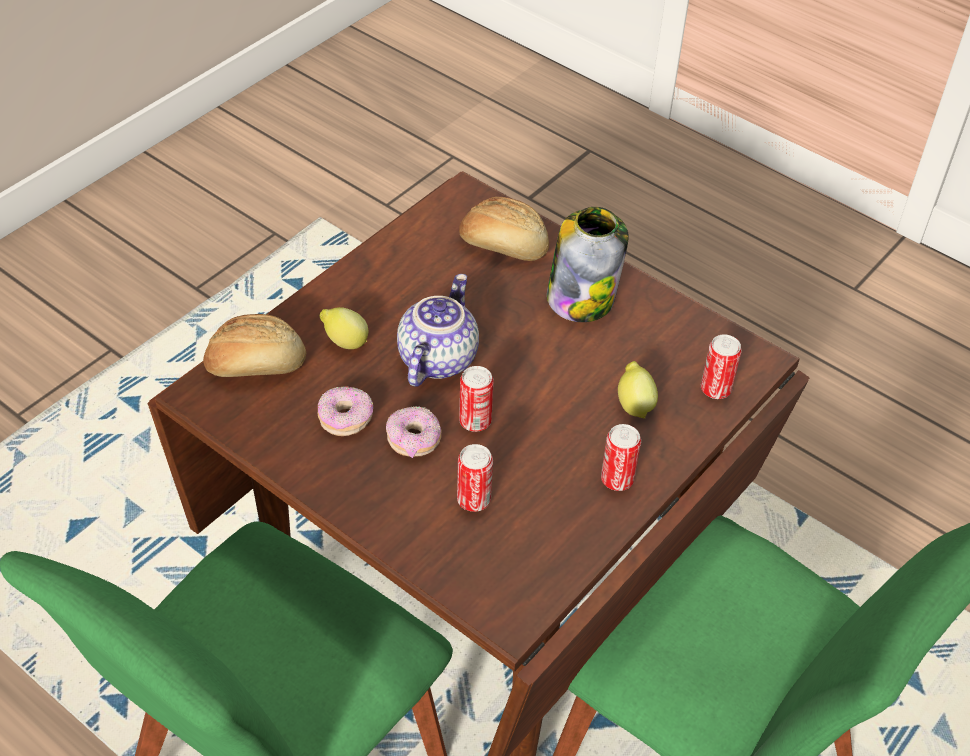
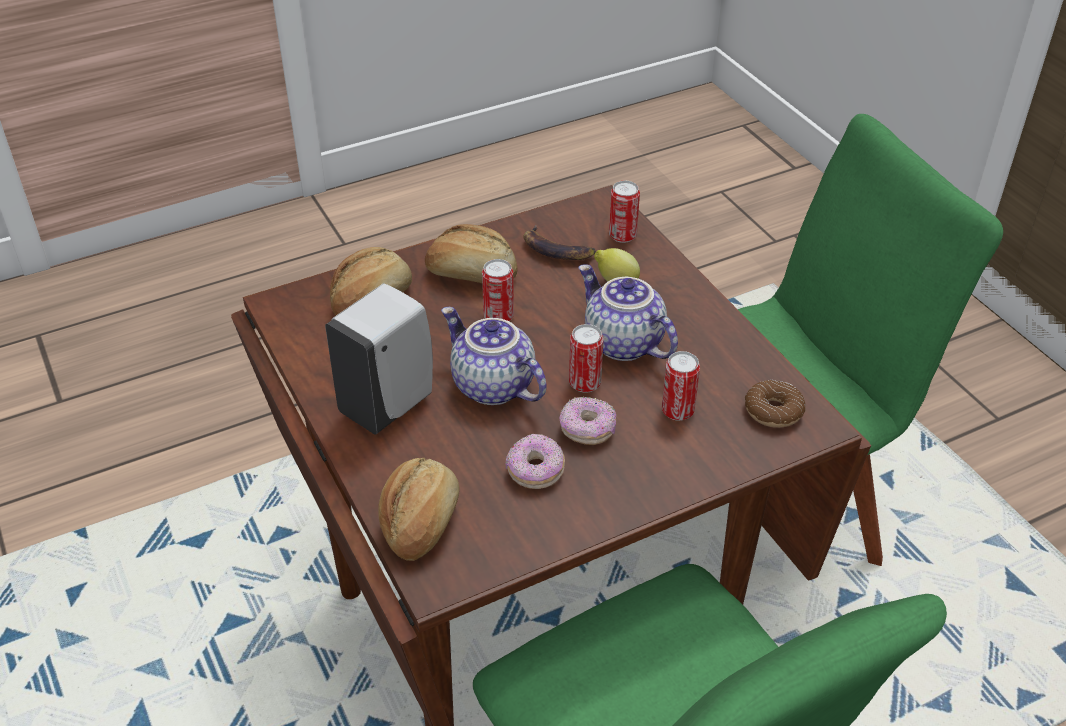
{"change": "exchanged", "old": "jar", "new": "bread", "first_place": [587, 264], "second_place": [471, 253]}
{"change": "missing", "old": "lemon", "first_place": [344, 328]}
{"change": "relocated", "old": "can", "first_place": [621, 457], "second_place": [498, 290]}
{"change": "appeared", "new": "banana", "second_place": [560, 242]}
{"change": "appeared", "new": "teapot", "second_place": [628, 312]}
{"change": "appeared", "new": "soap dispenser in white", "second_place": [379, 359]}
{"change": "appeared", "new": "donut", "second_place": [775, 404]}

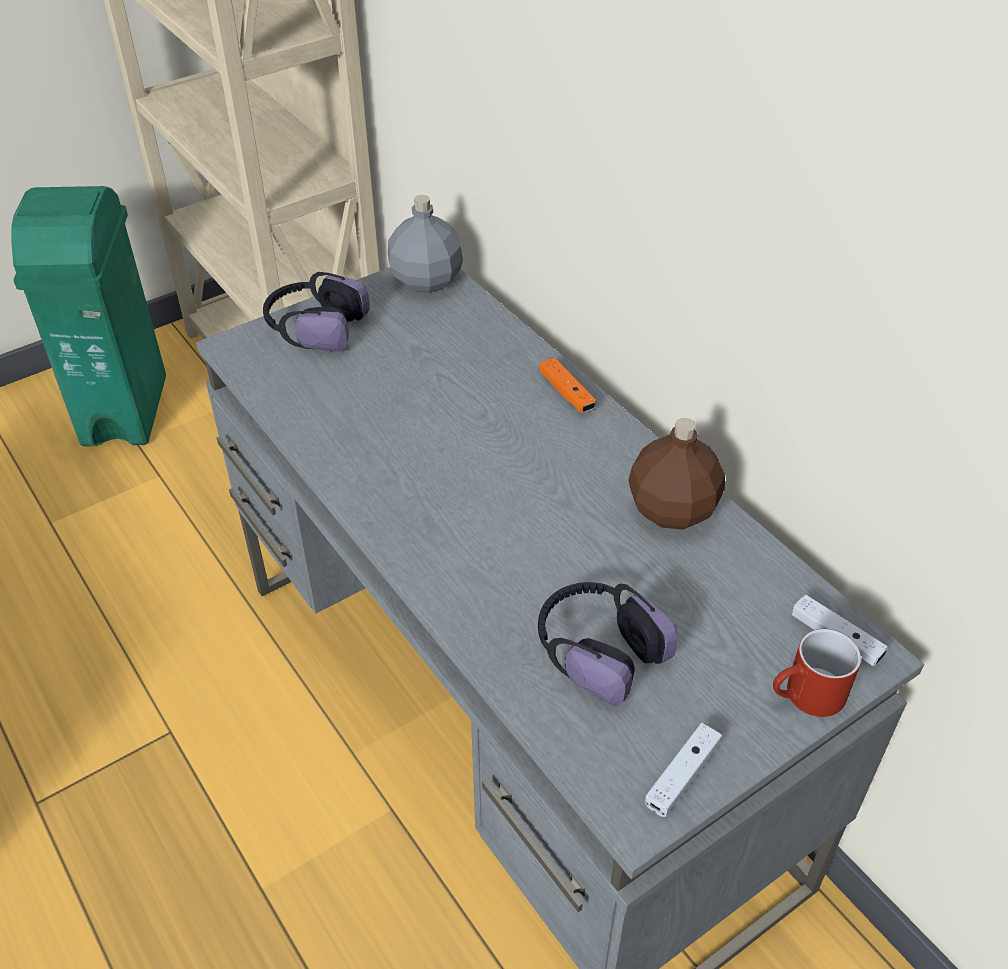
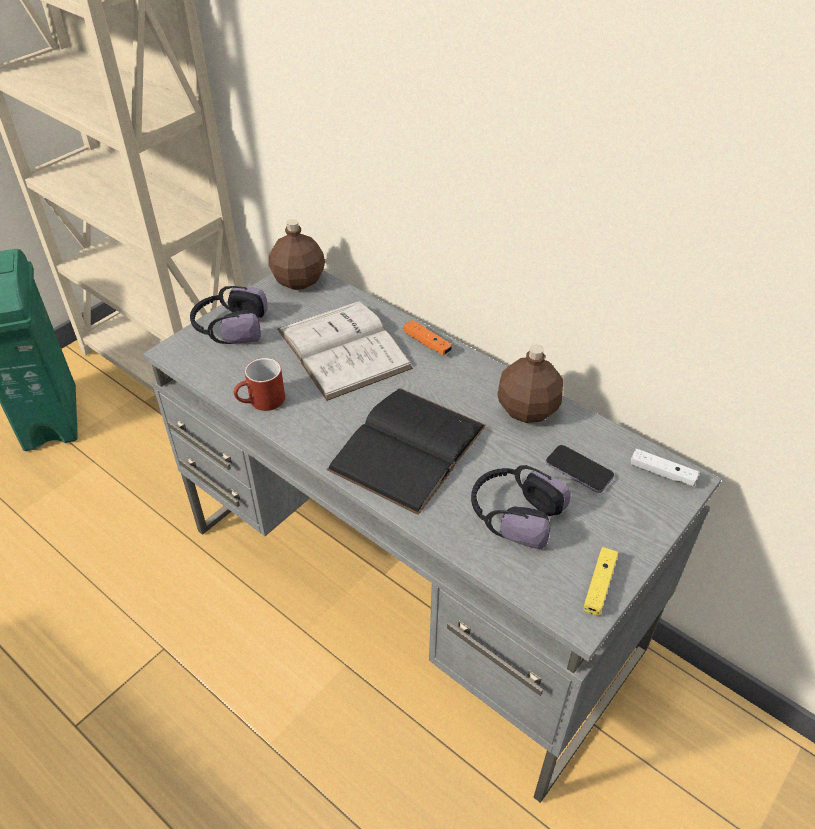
{"change": "colour", "old": "bottle in grey", "new": "bottle in brown", "first_place": [425, 244], "second_place": [297, 254]}
{"change": "relocated", "old": "mug in red", "first_place": [817, 673], "second_place": [259, 384]}
{"change": "colour", "old": "game controller in white", "new": "game controller in yellow", "first_place": [683, 770], "second_place": [600, 581]}
{"change": "appeared", "new": "book in white", "second_place": [345, 351]}
{"change": "appeared", "new": "book in black", "second_place": [406, 451]}
{"change": "appeared", "new": "phone", "second_place": [580, 469]}

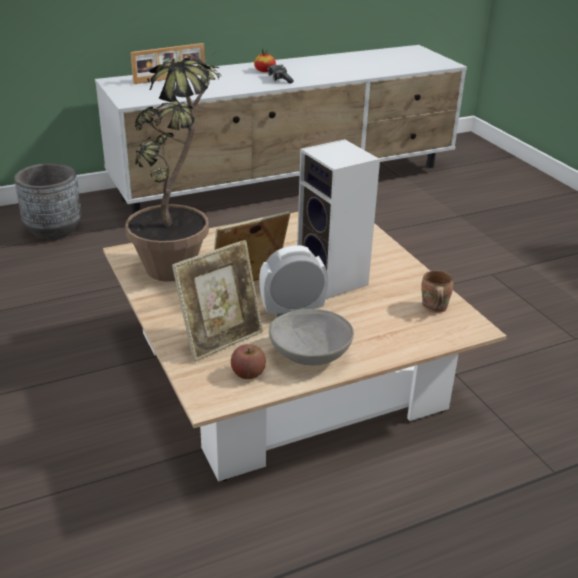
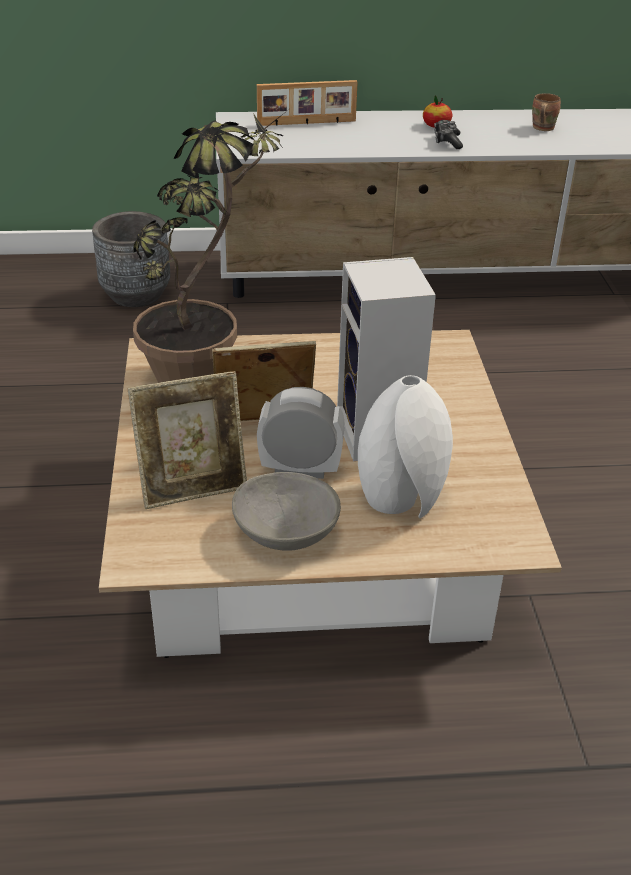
{"change": "relocated", "old": "mug in brown", "first_place": [437, 291], "second_place": [546, 112]}
{"change": "missing", "old": "apple", "first_place": [248, 361]}
{"change": "appeared", "new": "vase in white", "second_place": [405, 446]}

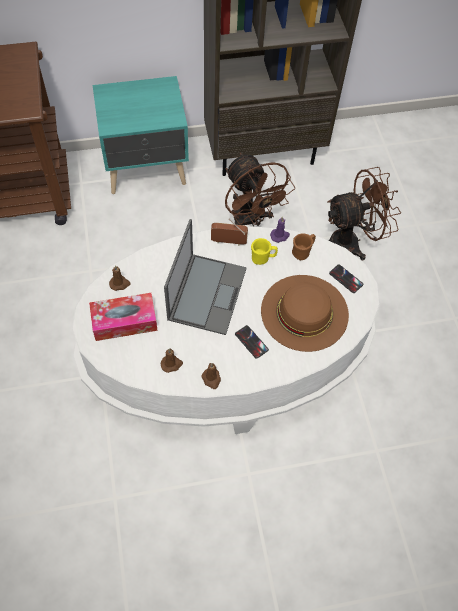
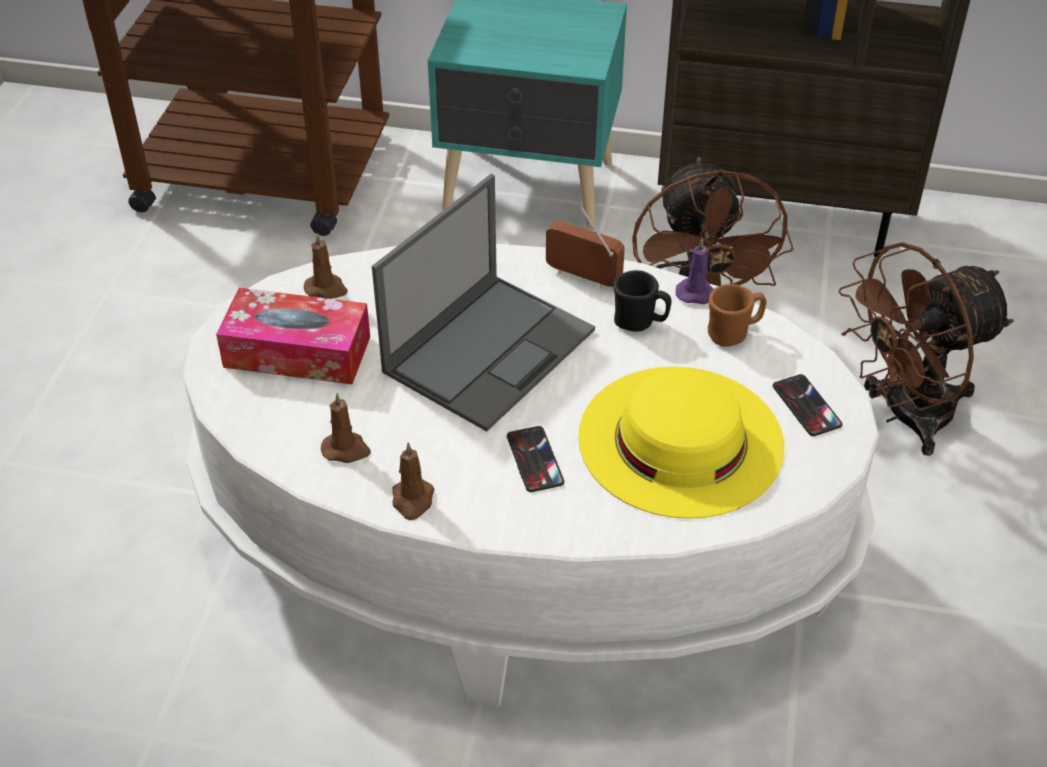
{"change": "spun", "old": "fan in brown", "first_place": [364, 213], "second_place": [926, 349], "degrees": 150}
{"change": "colour", "old": "mug in yellow", "new": "mug in black", "first_place": [264, 251], "second_place": [642, 301]}
{"change": "colour", "old": "hat in brown", "new": "hat in yellow", "first_place": [305, 313], "second_place": [681, 443]}

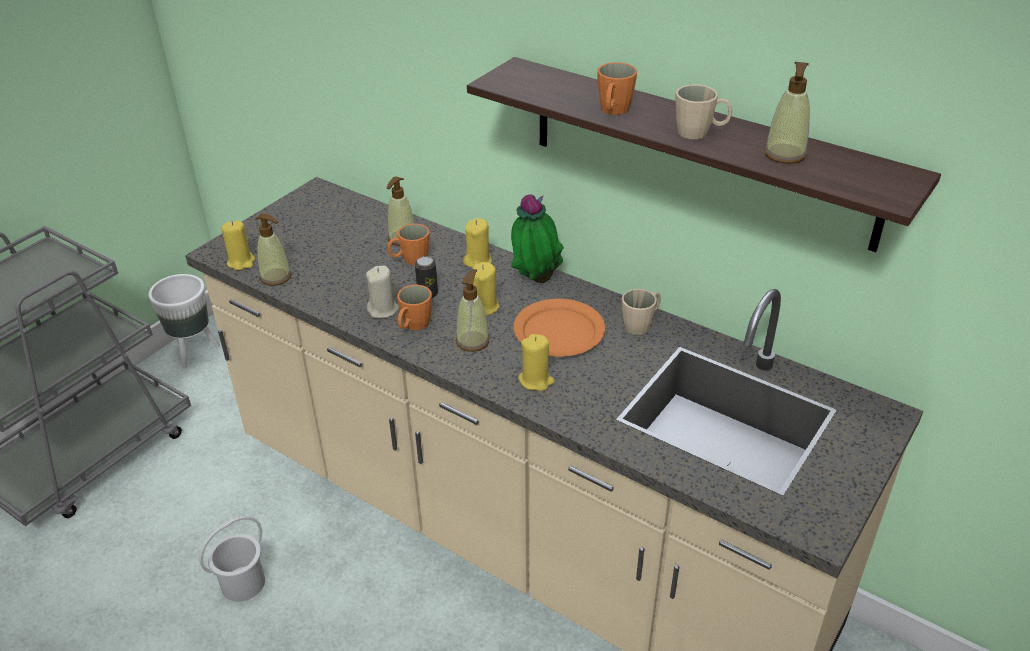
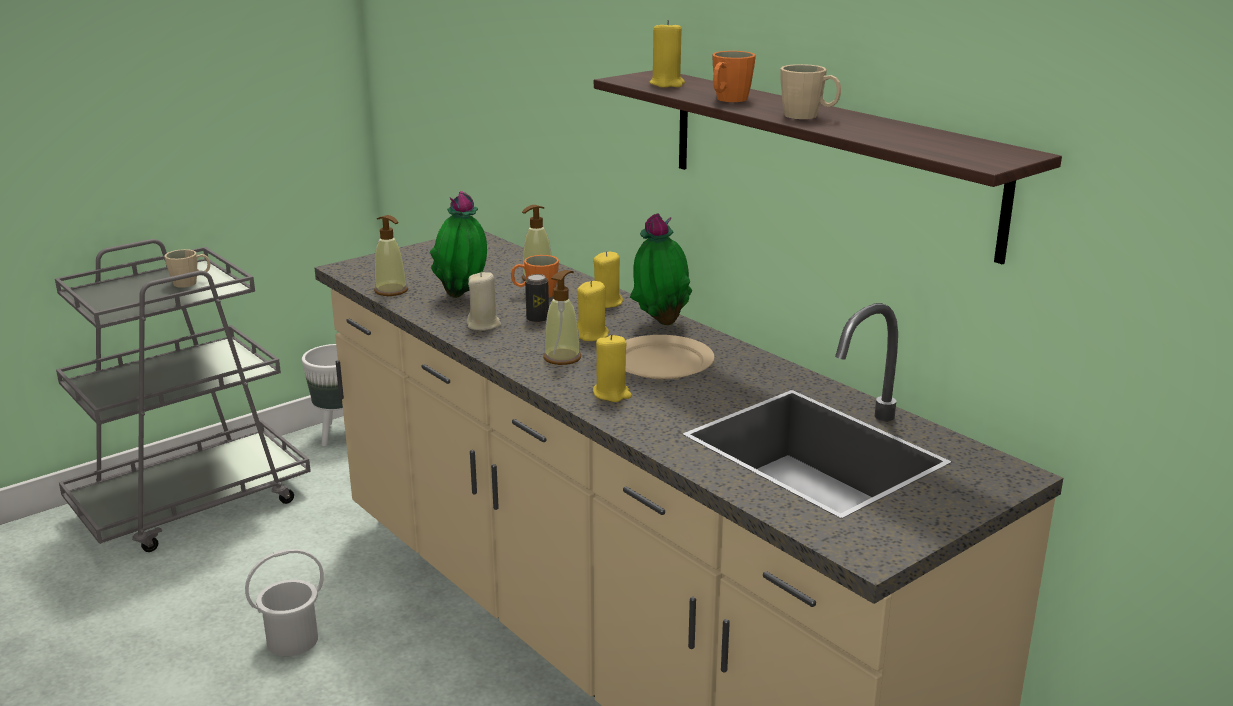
{"change": "missing", "old": "soap dispenser", "first_place": [787, 113]}
{"change": "relocated", "old": "candle in yellow", "first_place": [238, 245], "second_place": [667, 53]}
{"change": "missing", "old": "mug in orange", "first_place": [414, 307]}
{"change": "relocated", "old": "mug in beige", "first_place": [641, 312], "second_place": [187, 268]}
{"change": "colour", "old": "plate in orange", "new": "plate in beige", "first_place": [559, 328], "second_place": [670, 357]}
{"change": "appeared", "new": "potted plant", "second_place": [458, 244]}

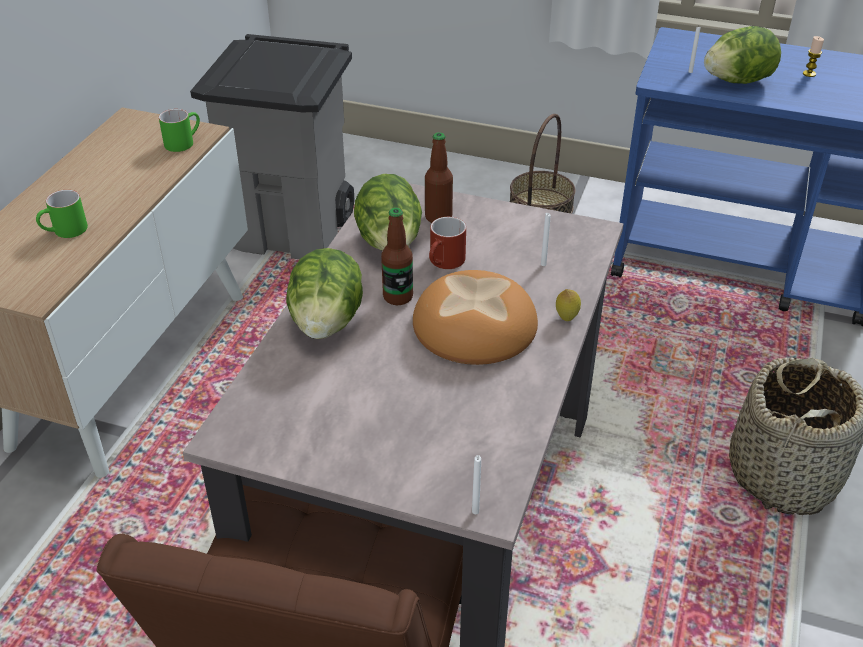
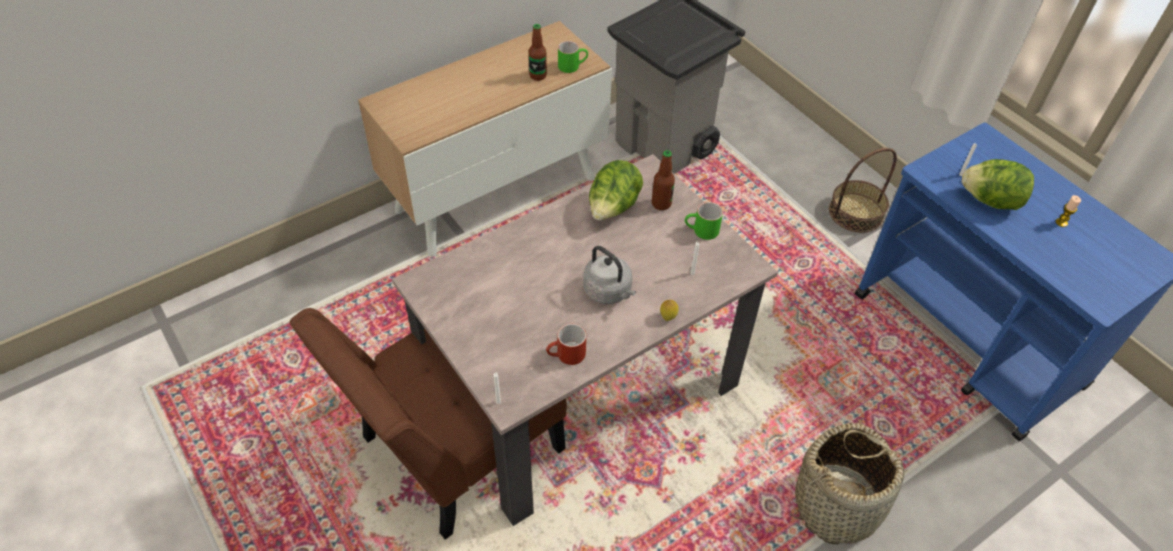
{"change": "relocated", "old": "mug in green", "first_place": [62, 214], "second_place": [704, 221]}
{"change": "relocated", "old": "bottle", "first_place": [397, 256], "second_place": [538, 52]}
{"change": "relocated", "old": "mug in red", "first_place": [447, 243], "second_place": [566, 344]}
{"change": "missing", "old": "lettuce", "first_place": [324, 293]}
{"change": "exchanged", "old": "bread", "new": "kettle in grey", "first_place": [475, 317], "second_place": [609, 275]}

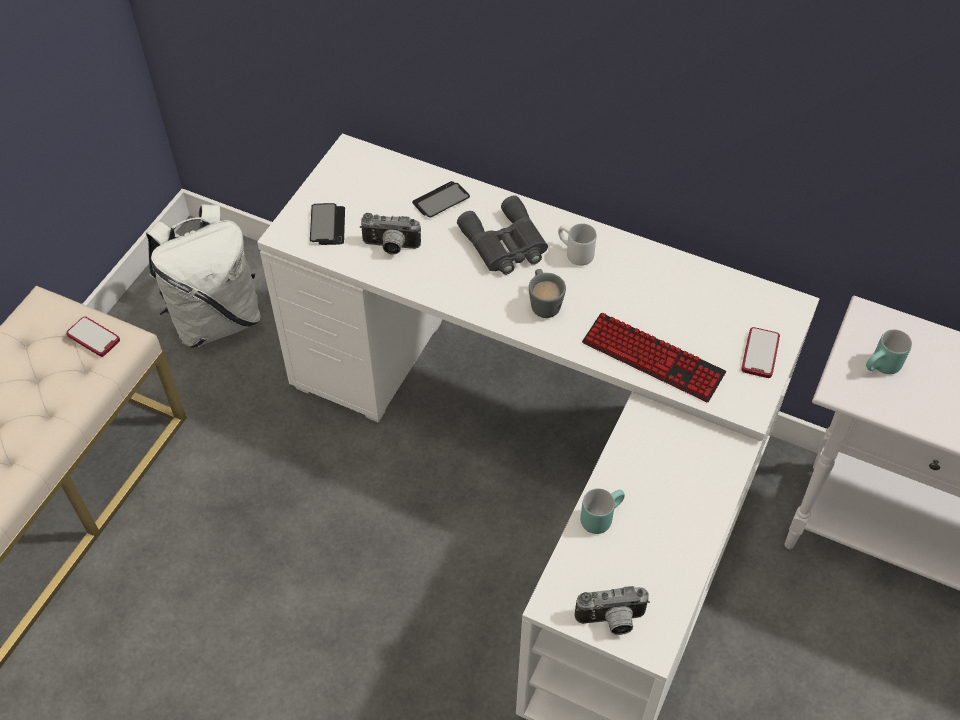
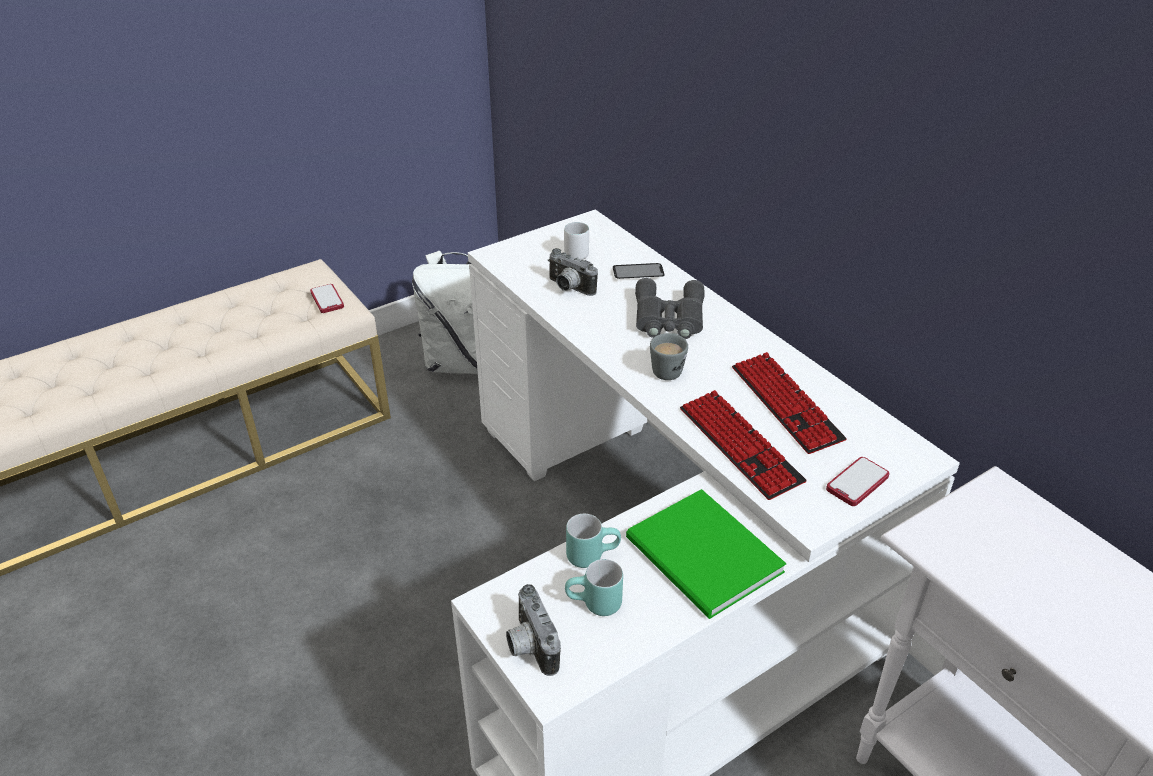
{"change": "missing", "old": "phone", "first_place": [327, 224]}
{"change": "relocated", "old": "mug in white", "first_place": [577, 244], "second_place": [576, 241]}
{"change": "relocated", "old": "mug in turquoise", "first_place": [889, 351], "second_place": [594, 587]}
{"change": "spun", "old": "photo camera", "first_place": [612, 610], "second_place": [533, 630], "degrees": 45}
{"change": "appeared", "new": "keyboard", "second_place": [789, 403]}
{"change": "appeared", "new": "book in green", "second_place": [706, 554]}

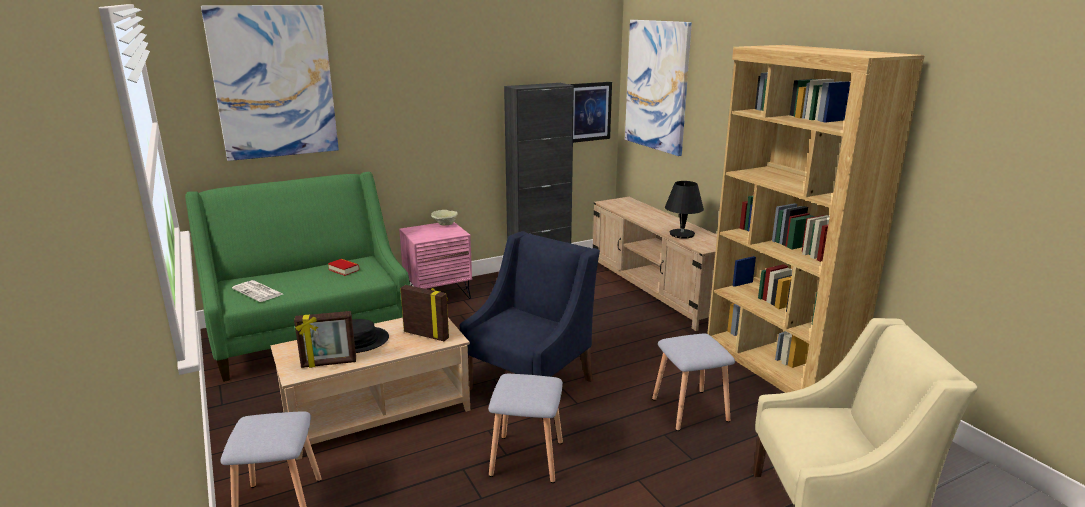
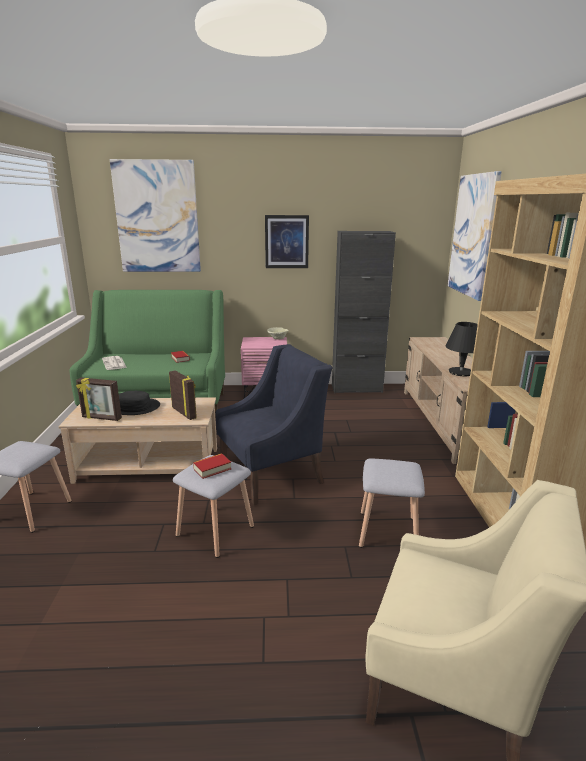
{"change": "relocated", "old": "picture", "first_place": [590, 112], "second_place": [287, 241]}
{"change": "appeared", "new": "book", "second_place": [212, 466]}

